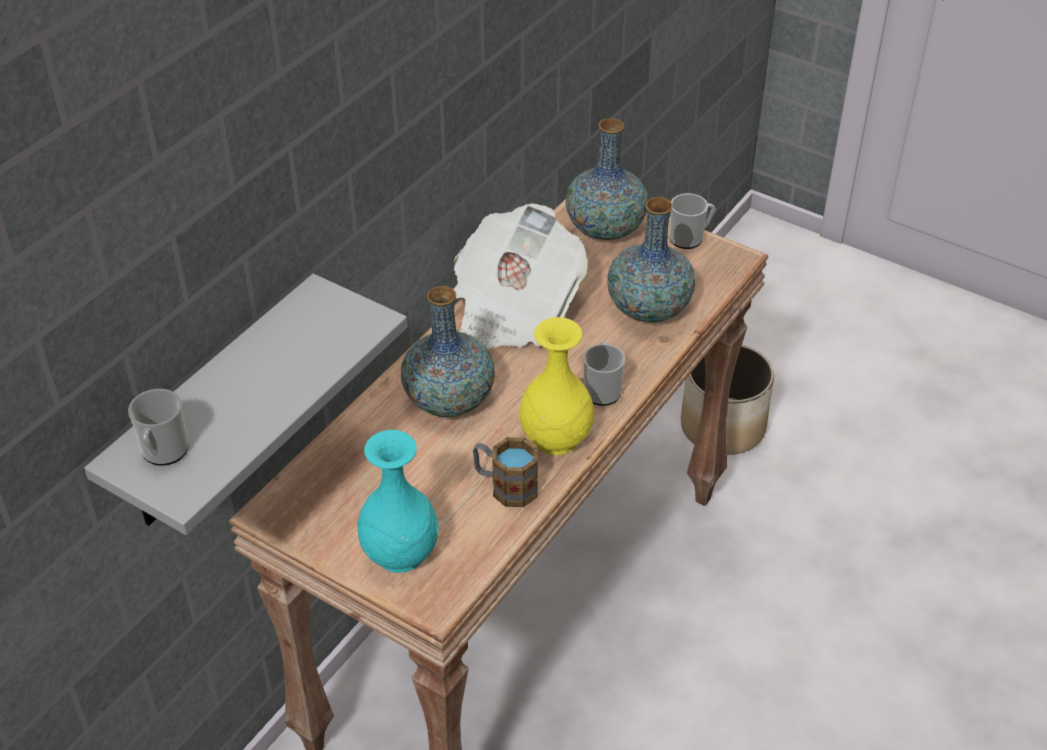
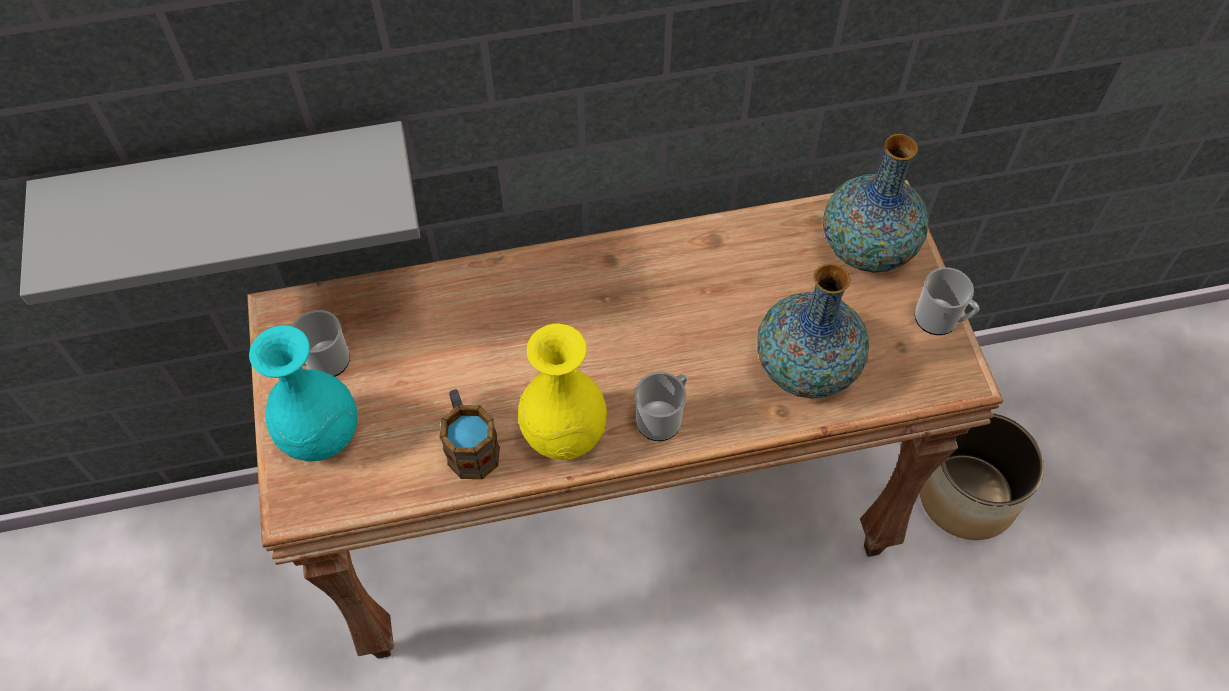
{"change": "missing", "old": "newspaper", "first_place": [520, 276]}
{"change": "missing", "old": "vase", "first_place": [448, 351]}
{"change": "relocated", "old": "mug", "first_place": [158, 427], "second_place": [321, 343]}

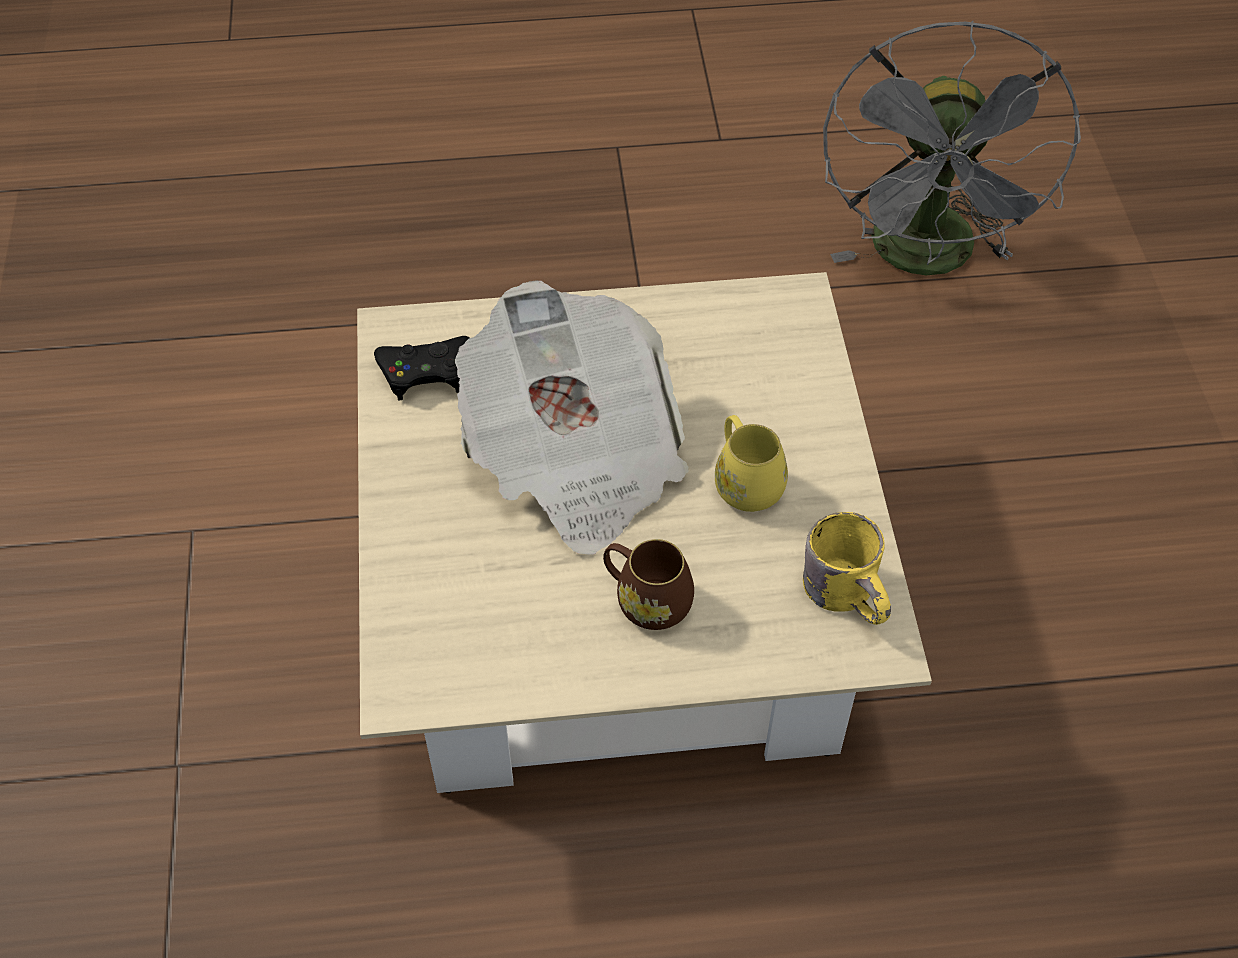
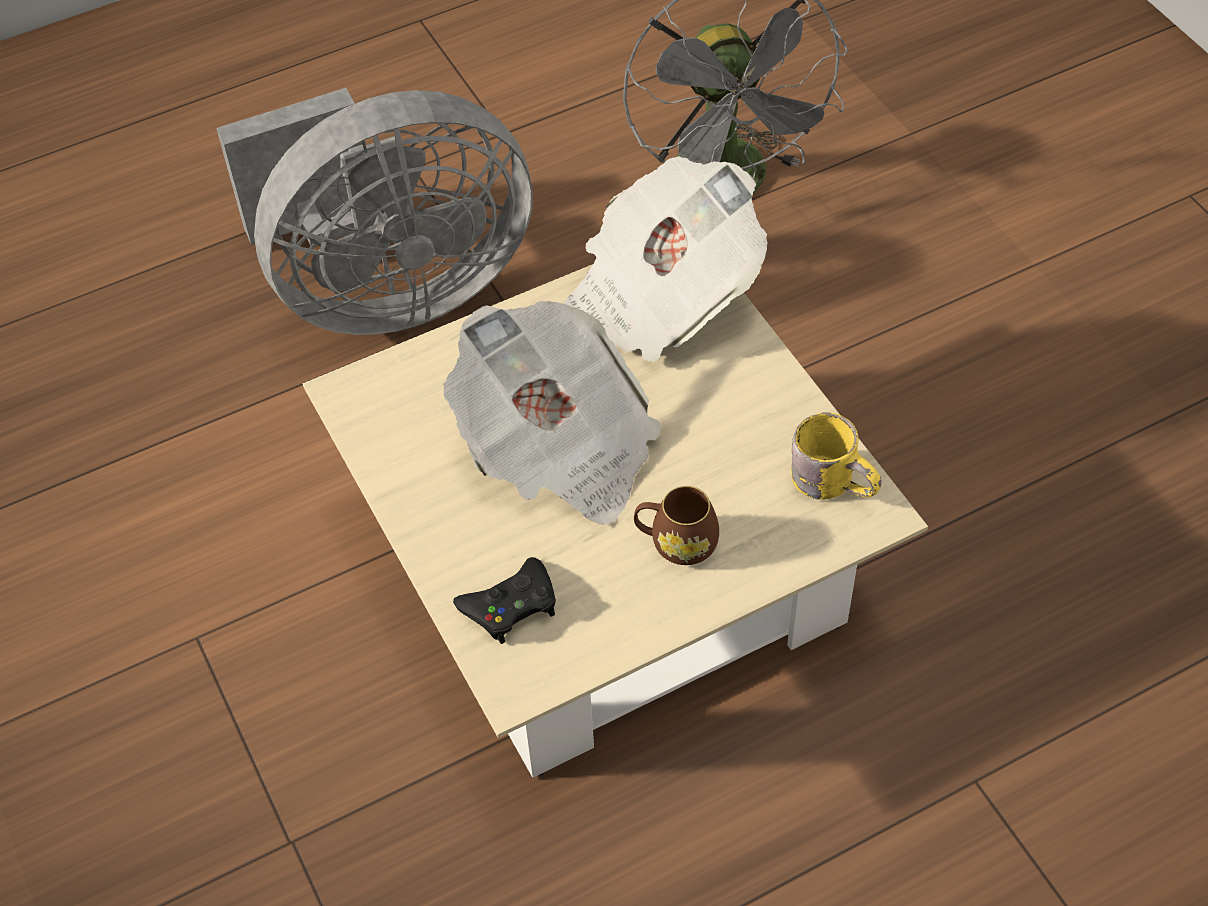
{"change": "relocated", "old": "game controller in black", "first_place": [421, 368], "second_place": [504, 600]}
{"change": "missing", "old": "mug in yellow", "first_place": [751, 463]}
{"change": "appeared", "new": "fan in grey", "second_place": [374, 211]}
{"change": "appeared", "new": "newspaper", "second_place": [665, 259]}

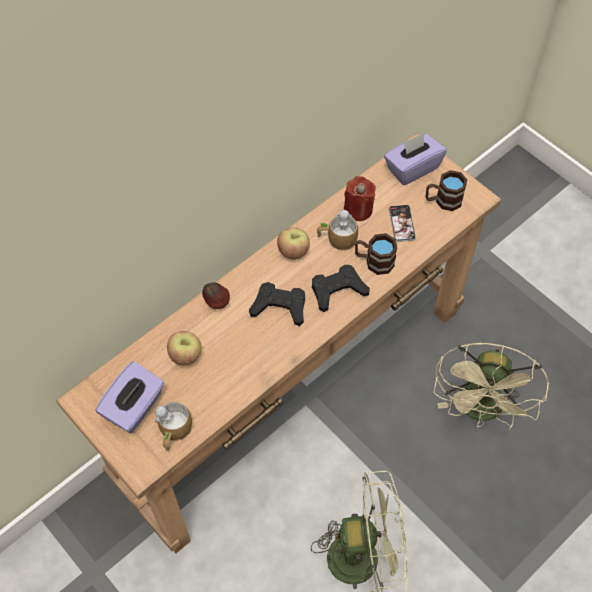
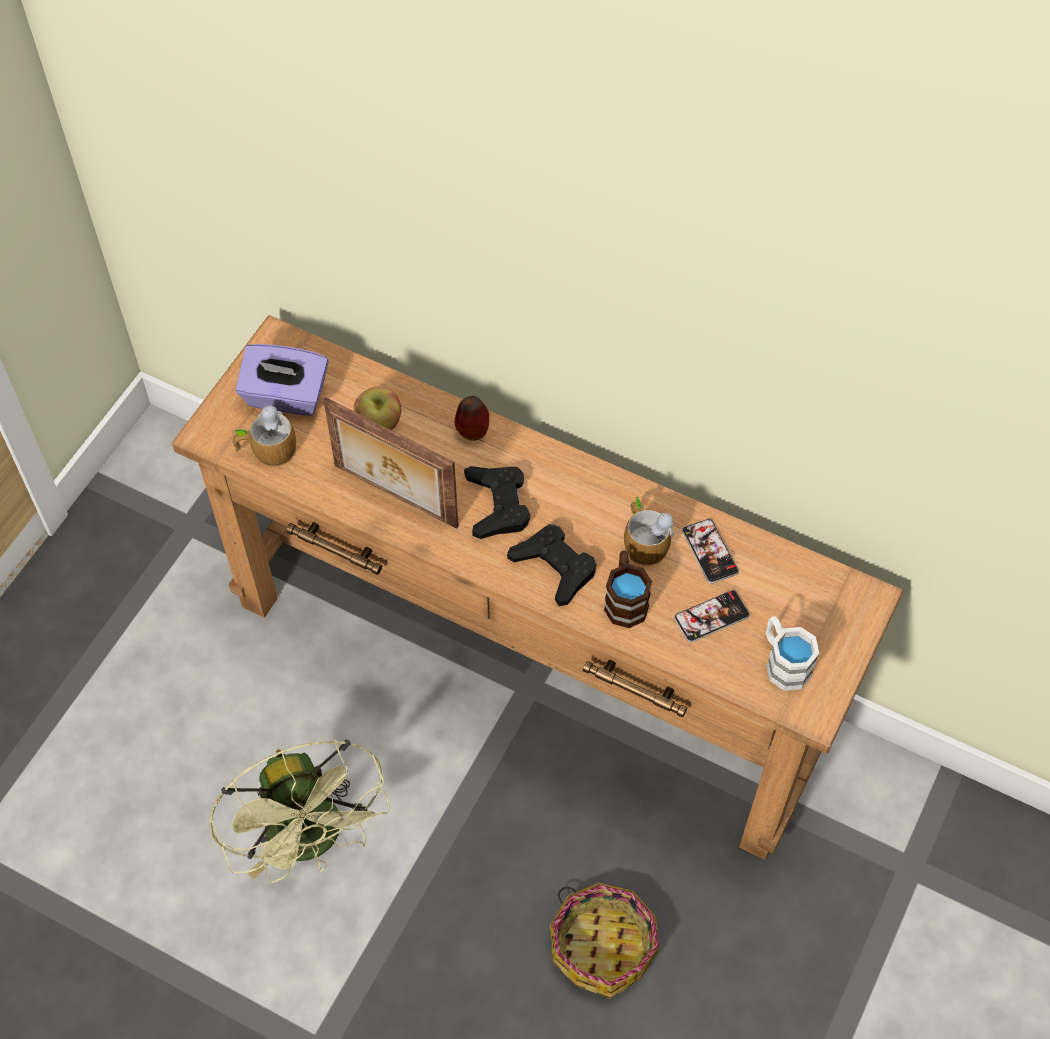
{"change": "missing", "old": "tissue box in purple", "first_place": [415, 159]}
{"change": "colour", "old": "mug in brown", "new": "mug in white", "first_place": [446, 190], "second_place": [792, 653]}
{"change": "exchanged", "old": "candle in red", "new": "phone", "first_place": [360, 198], "second_place": [710, 551]}
{"change": "missing", "old": "apple", "first_place": [293, 243]}
{"change": "exchanged", "old": "fan in beige", "new": "basket", "first_place": [492, 386], "second_place": [604, 940]}
{"change": "appeared", "new": "picture frame", "second_place": [391, 463]}

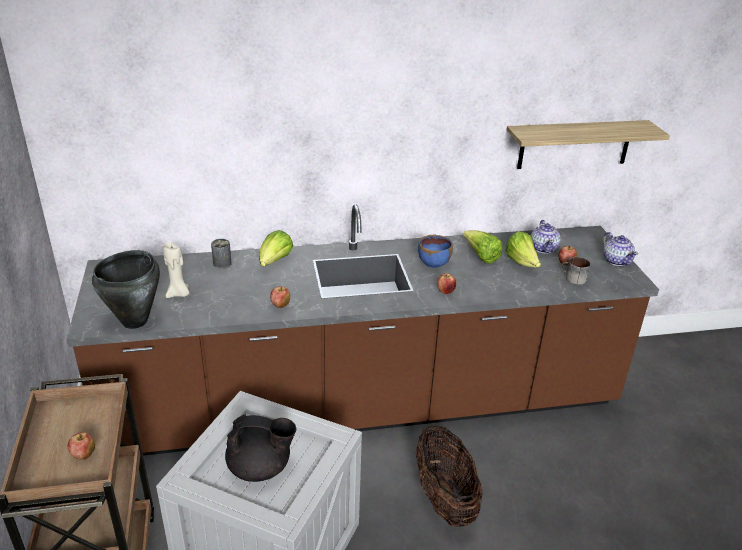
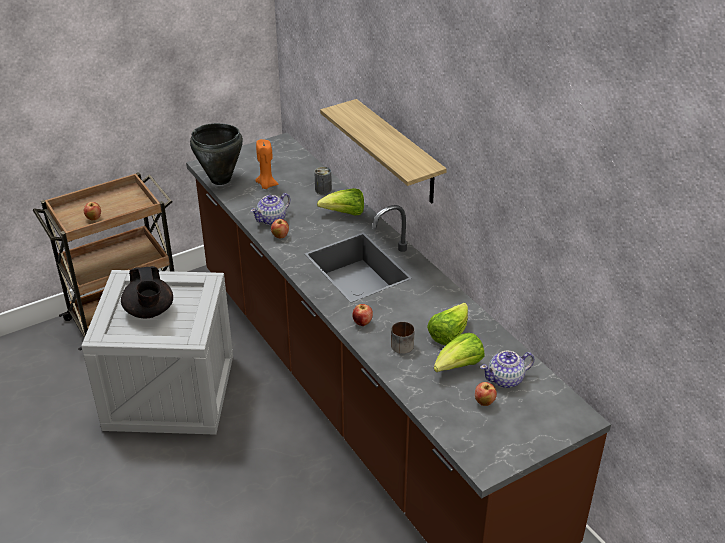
{"change": "relocated", "old": "shelf", "first_place": [588, 144], "second_place": [383, 151]}
{"change": "relocated", "old": "teapot", "first_place": [620, 249], "second_place": [271, 209]}
{"change": "missing", "old": "bowl in blue", "first_place": [435, 251]}
{"change": "colour", "old": "candle in beige", "new": "candle in orange", "first_place": [176, 270], "second_place": [266, 164]}
{"change": "relocated", "old": "mug", "first_place": [575, 271], "second_place": [403, 338]}
{"change": "missing", "old": "basket", "first_place": [449, 476]}

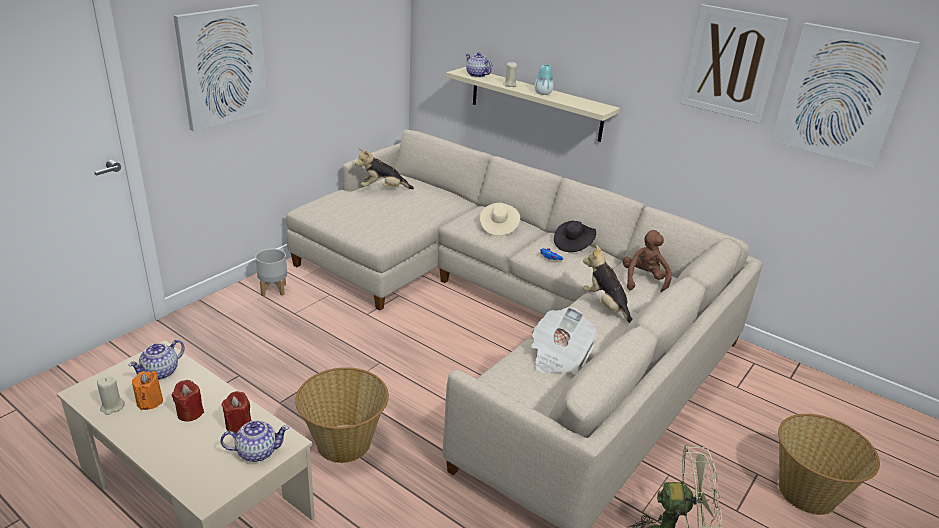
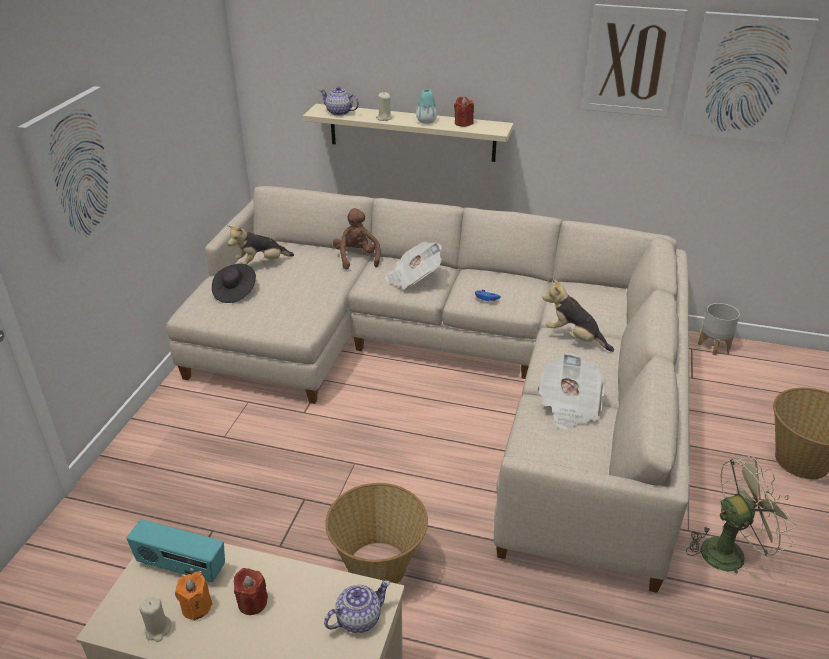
{"change": "exchanged", "old": "hat in beige", "new": "newspaper", "first_place": [500, 219], "second_place": [413, 265]}
{"change": "relocated", "old": "hat in black", "first_place": [575, 236], "second_place": [234, 283]}
{"change": "relocated", "old": "plush toy in brown", "first_place": [647, 261], "second_place": [357, 239]}
{"change": "relocated", "old": "planter in grey", "first_place": [271, 272], "second_place": [719, 329]}
{"change": "exchanged", "old": "teapot", "new": "radio", "first_place": [156, 360], "second_place": [175, 550]}
{"change": "relocated", "old": "candle in red", "first_place": [236, 412], "second_place": [464, 112]}

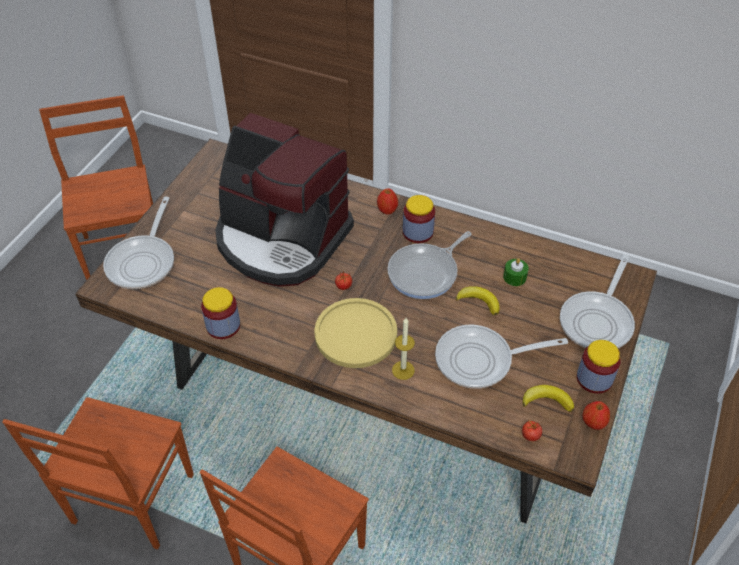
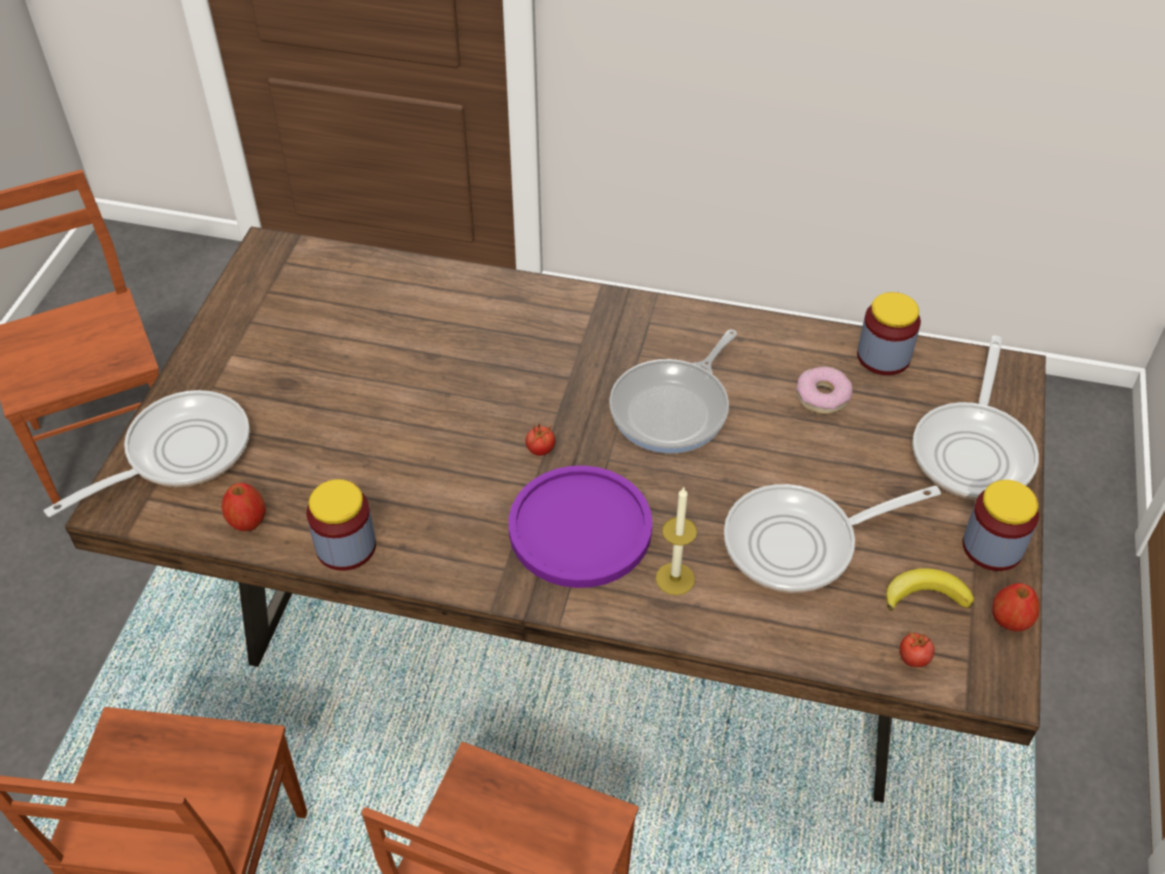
{"change": "missing", "old": "coffee machine", "first_place": [284, 200]}
{"change": "relocated", "old": "apple", "first_place": [387, 201], "second_place": [244, 507]}
{"change": "relocated", "old": "jar", "first_place": [419, 219], "second_place": [889, 333]}
{"change": "spun", "old": "frying pan", "first_place": [138, 243], "second_place": [147, 453], "degrees": -135}
{"change": "exchanged", "old": "candle in green", "new": "donut", "first_place": [516, 272], "second_place": [824, 390]}
{"change": "missing", "old": "banana", "first_place": [478, 300]}
{"change": "colour", "old": "plate in yellow", "new": "plate in purple", "first_place": [355, 333], "second_place": [580, 527]}

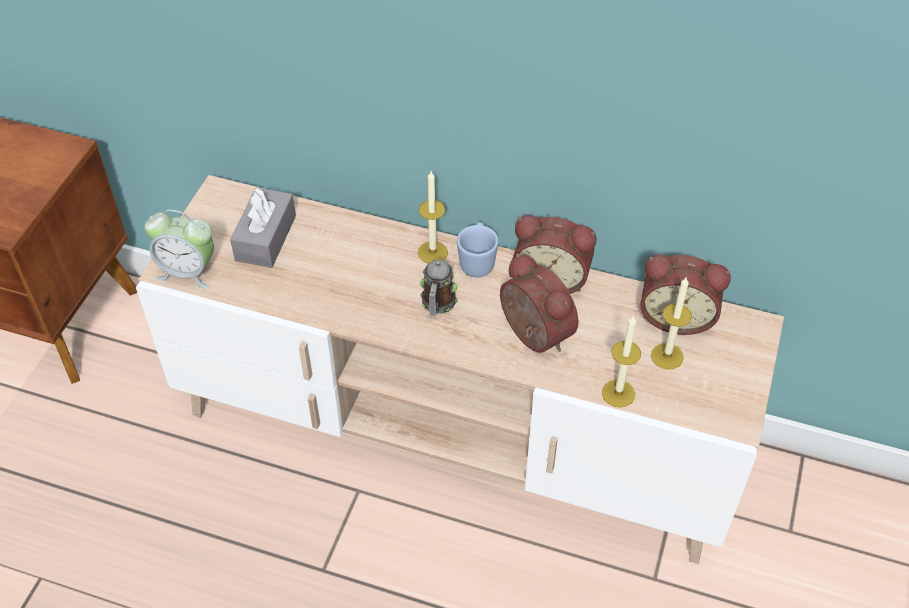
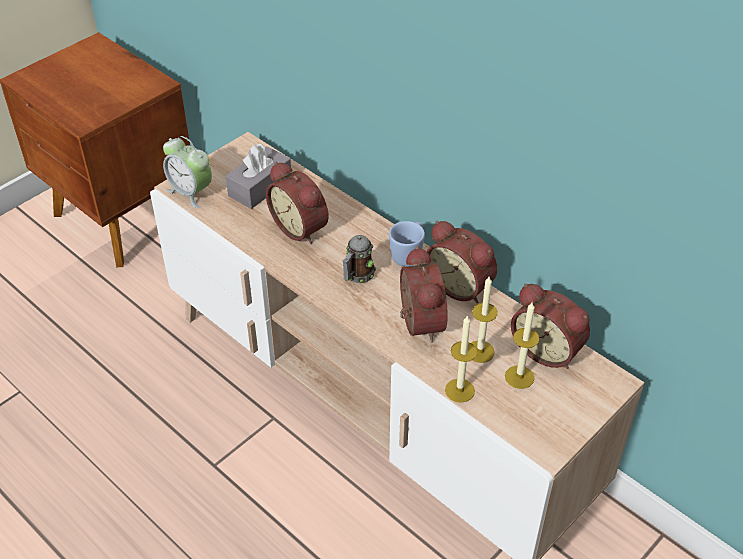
{"change": "relocated", "old": "candle", "first_place": [433, 217], "second_place": [484, 320]}
{"change": "appeared", "new": "alarm clock", "second_place": [297, 203]}

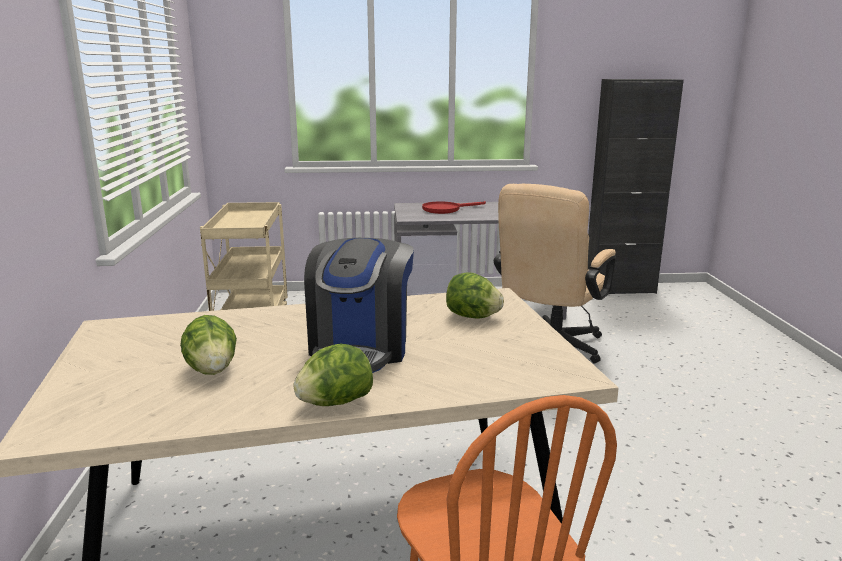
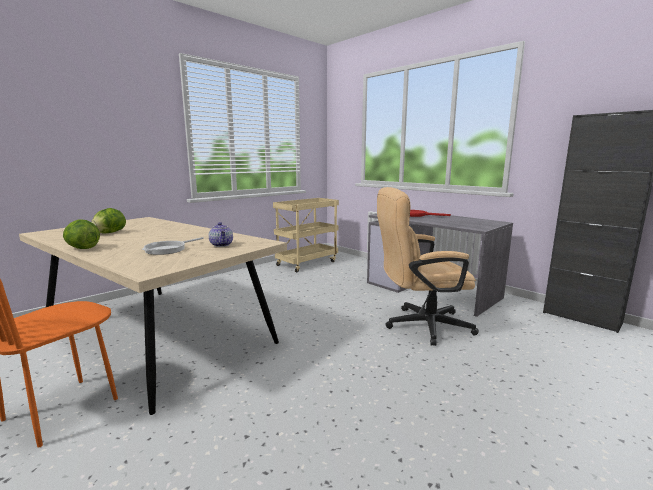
{"change": "missing", "old": "coffee machine", "first_place": [359, 305]}
{"change": "exchanged", "old": "lettuce", "new": "teapot", "first_place": [475, 295], "second_place": [221, 234]}
{"change": "appeared", "new": "frying pan", "second_place": [173, 246]}

